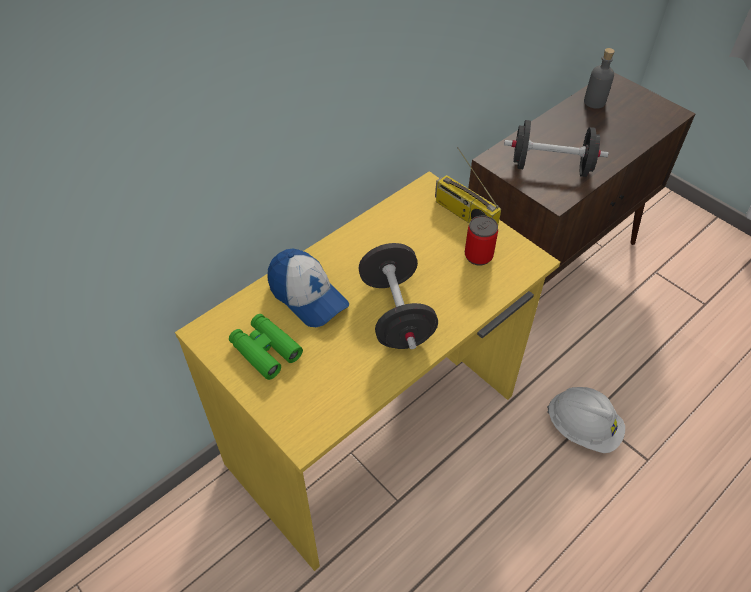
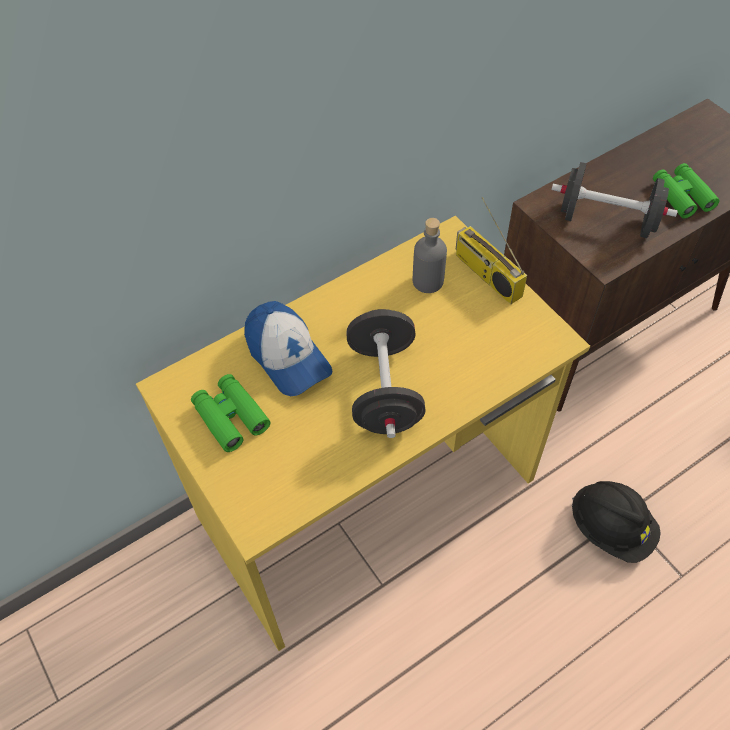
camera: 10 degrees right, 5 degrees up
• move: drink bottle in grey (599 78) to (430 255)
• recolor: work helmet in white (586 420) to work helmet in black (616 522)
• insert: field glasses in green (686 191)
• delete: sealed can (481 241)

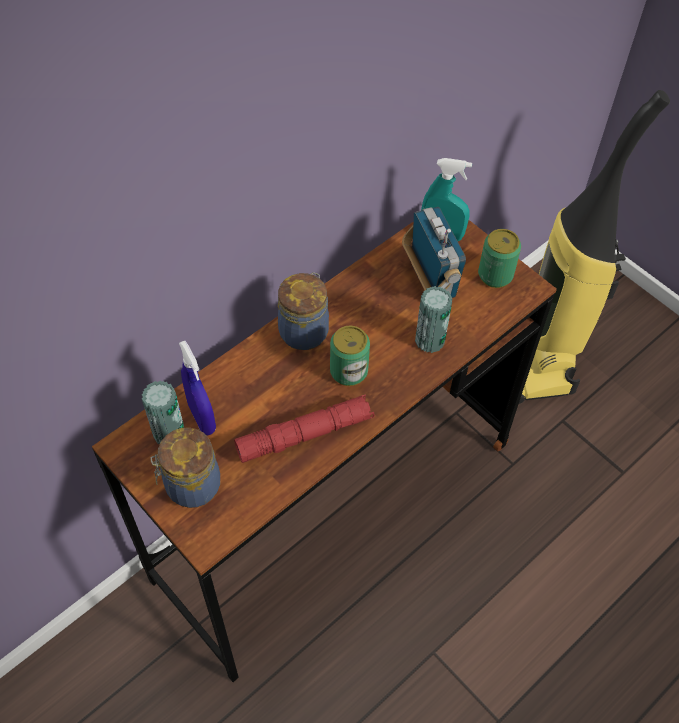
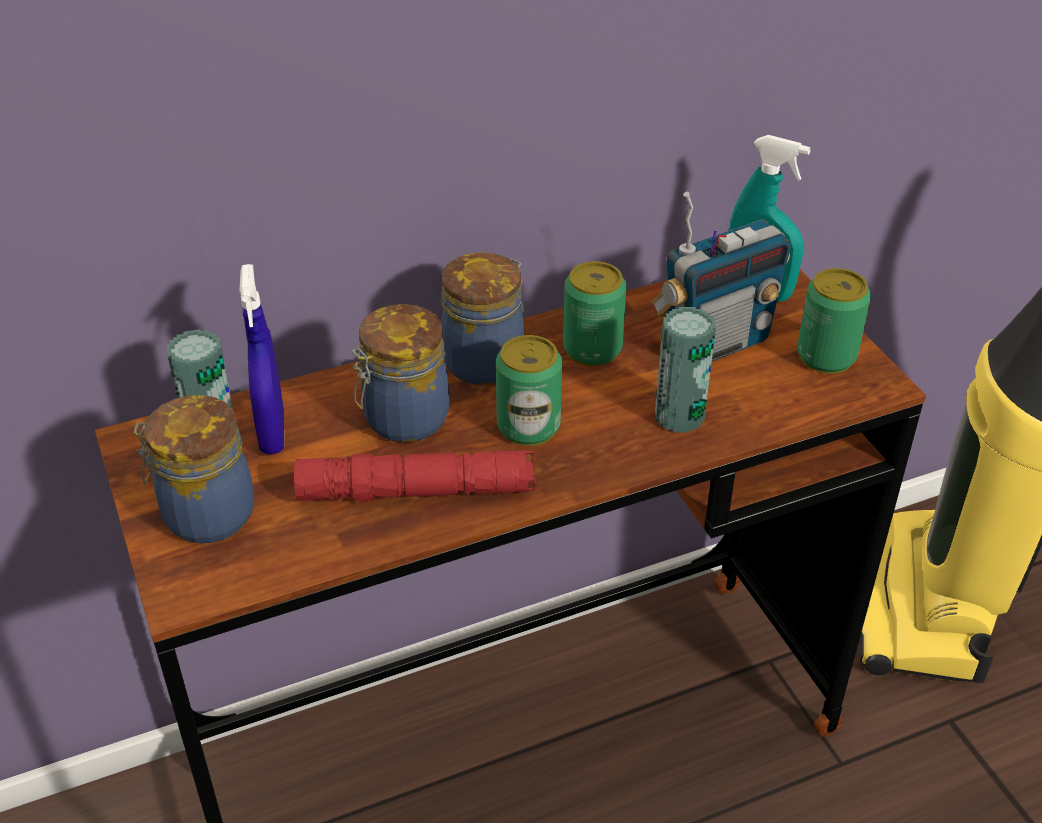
camera: 20 degrees right, 15 degrees down
• insert: preserve jar (400 373)
• insert: sealed can (595 313)
• rotate: radio (434 252) = (722 276) 60 degrees clockwise

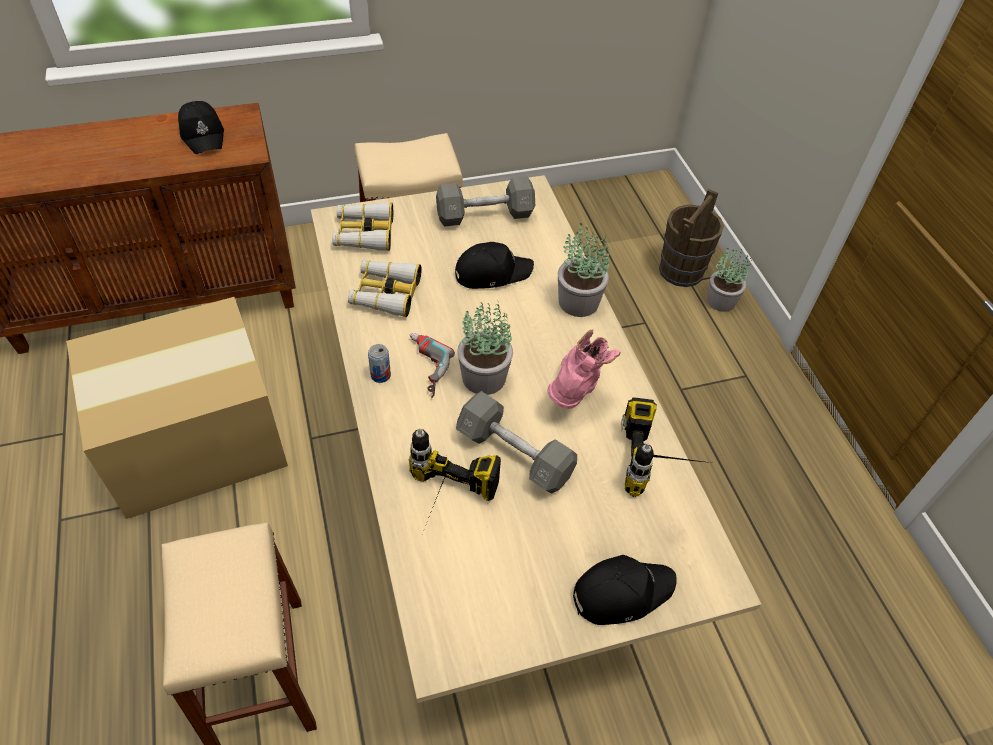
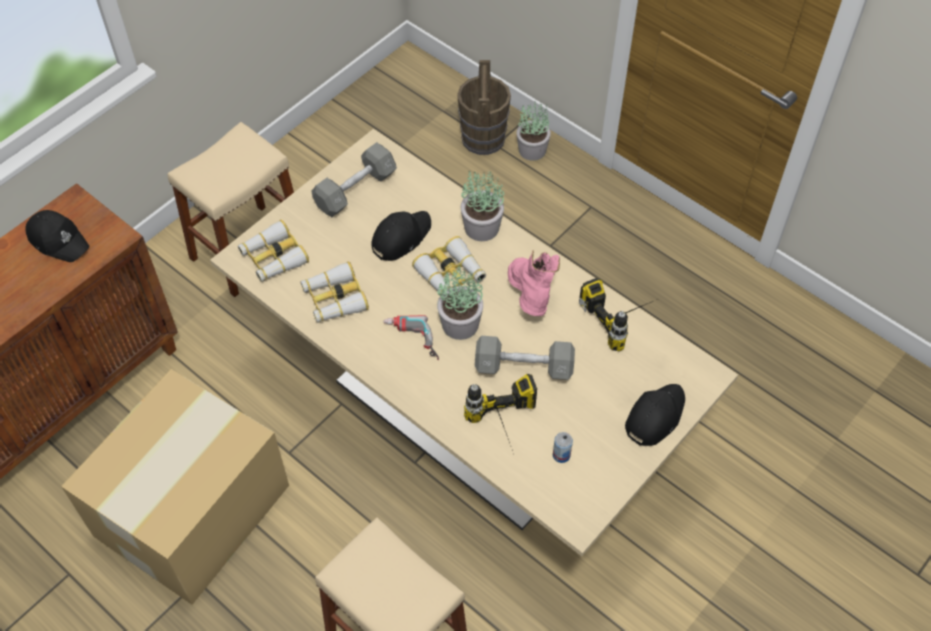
camera: 30 degrees left, 5 degrees up
• insert: field glasses (449 265)
• move: sealed can (379 363) to (563 447)

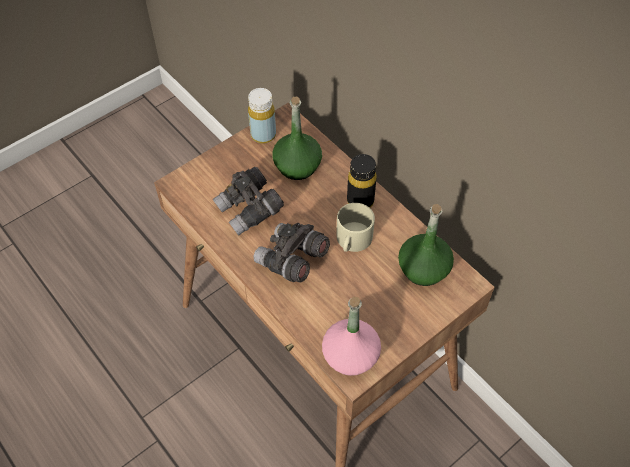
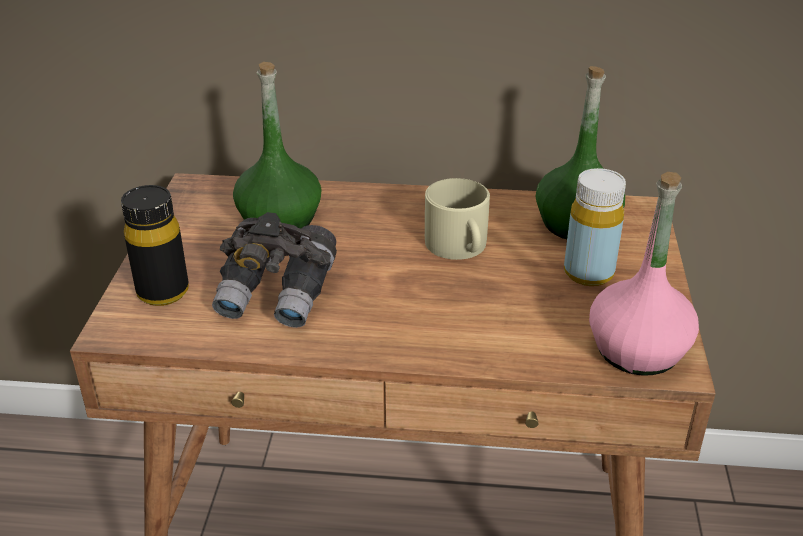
camera: 45 degrees left, 20 degrees down
• move: drink bottle in black (362 181) to (155 245)
• move: drink bottle in yellowish (262 116) to (595 227)
• delete: field glasses in grey (292 252)

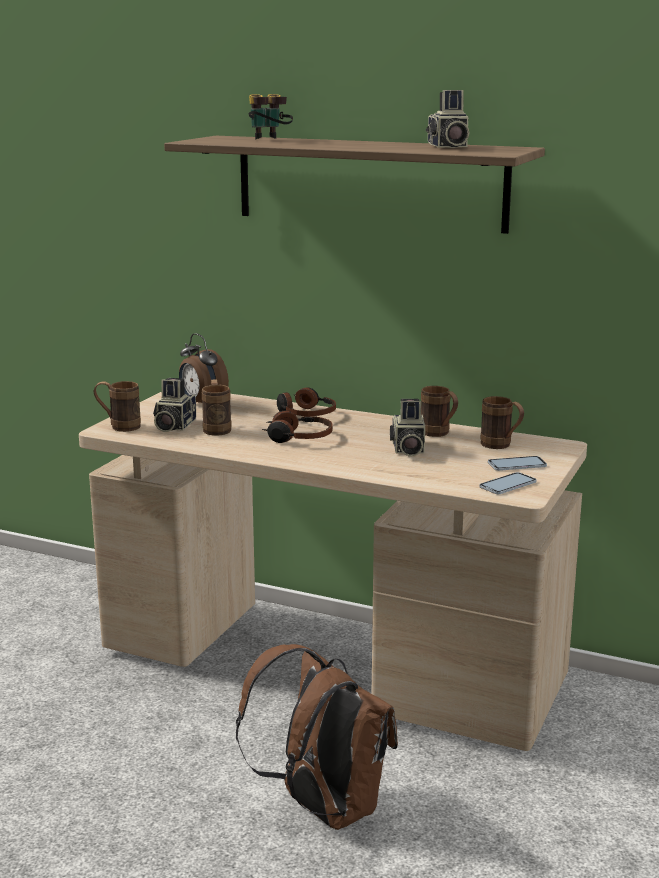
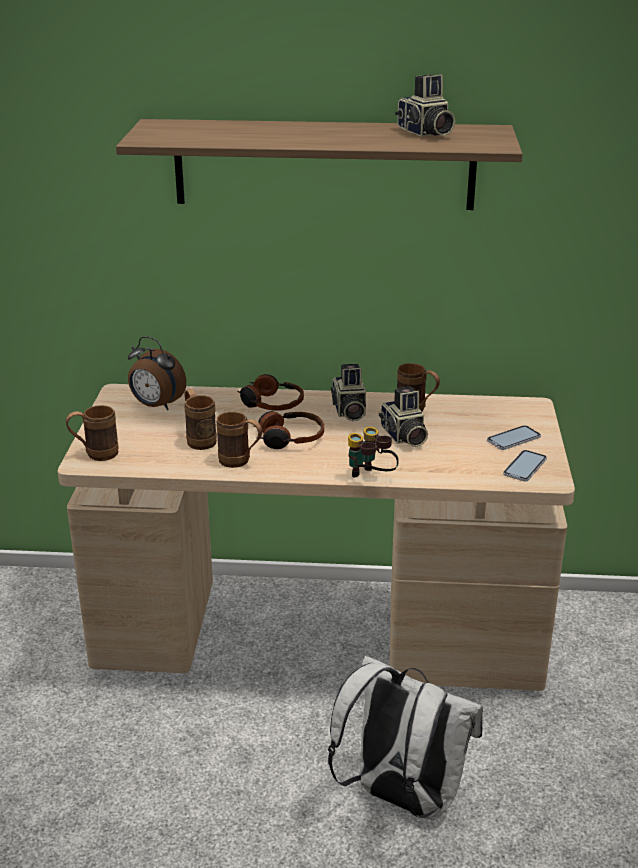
camera: 20 degrees left, 10 degrees up
• move: coffee mug in brown-coloured (502 422) to (239 439)
• recolor: backpack in brown-coloured (317 737) to backpack in white (405 738)
• move: still camera (174 405) to (348 392)
• move: field glasses (270 117) to (373 452)

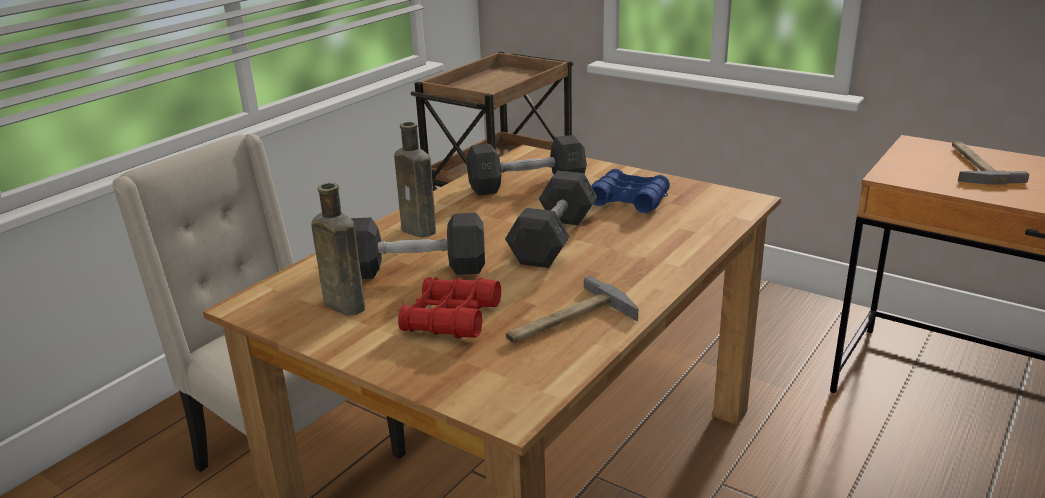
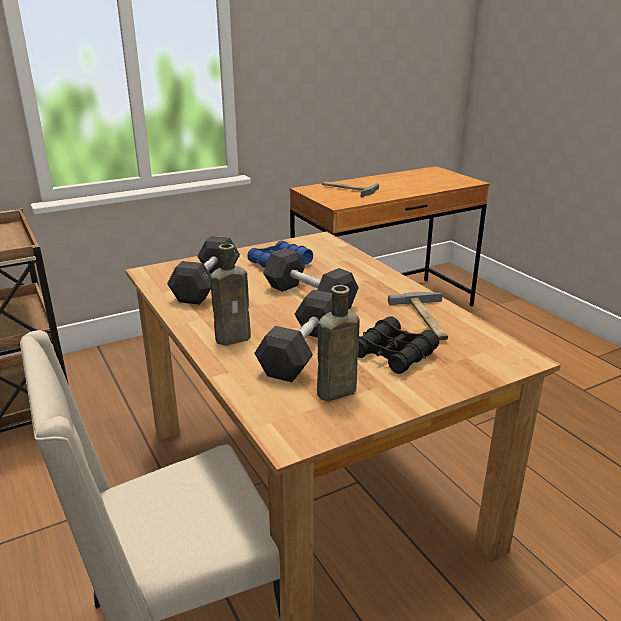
camera: 65 degrees left, 0 degrees up
• recolor: field glasses in red (449 308) to field glasses in black (398 345)

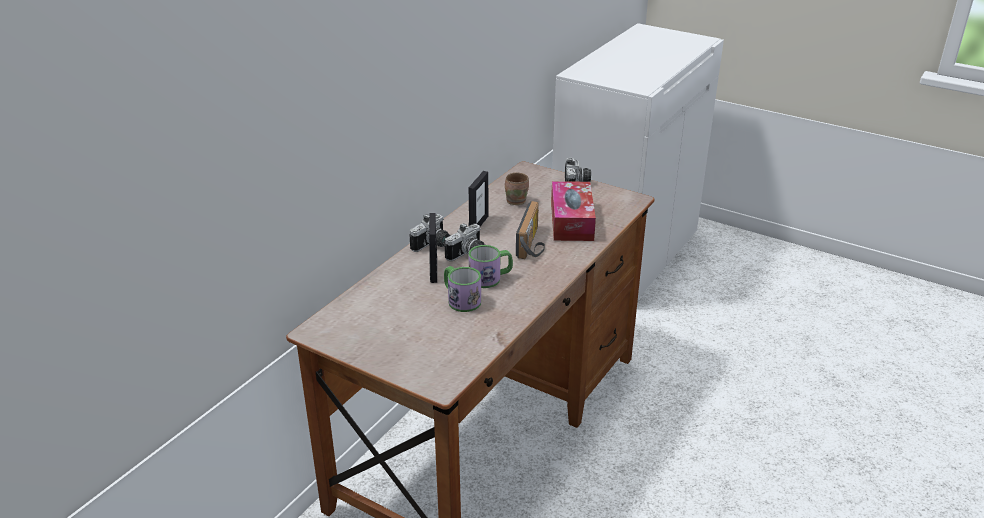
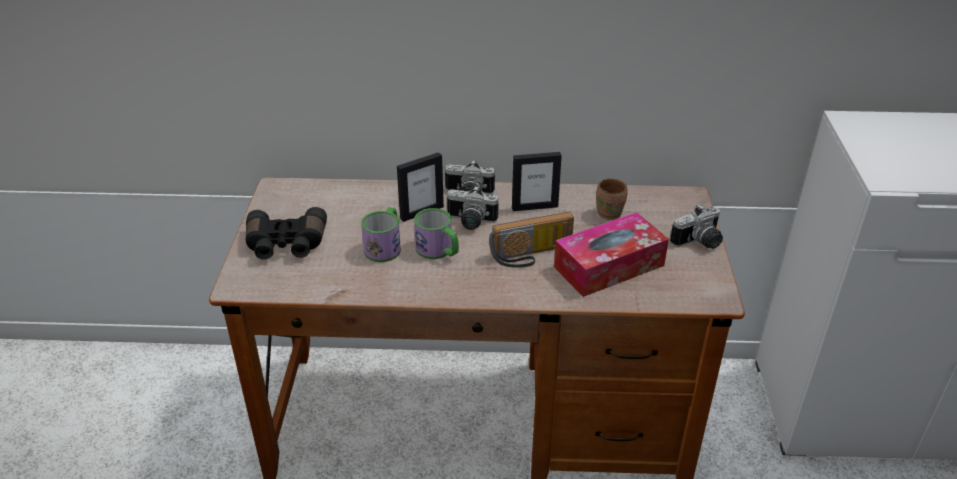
camera: 60 degrees right, 5 degrees up
• insert: field glasses in black (286 233)

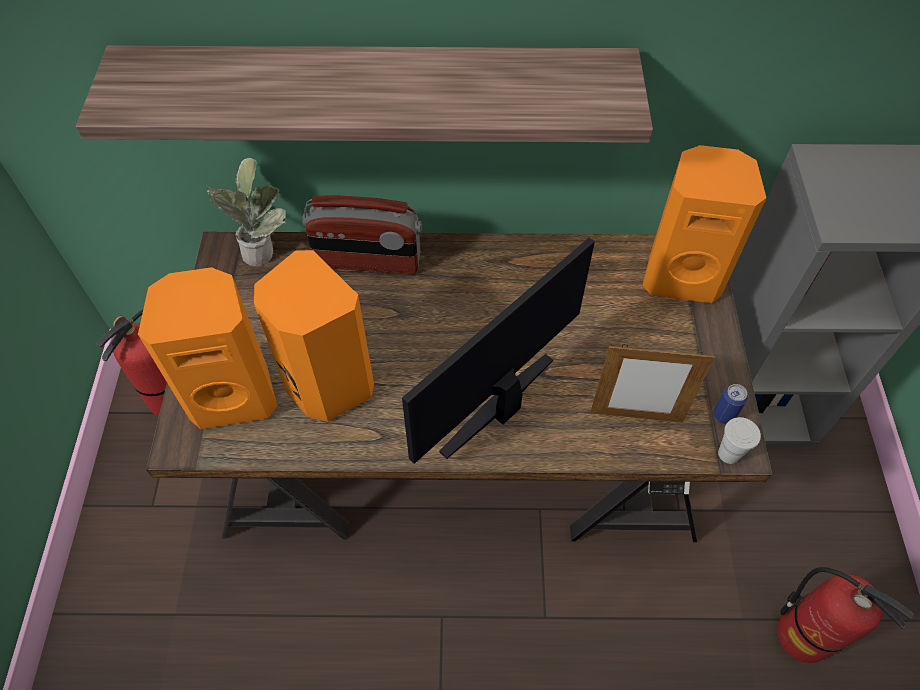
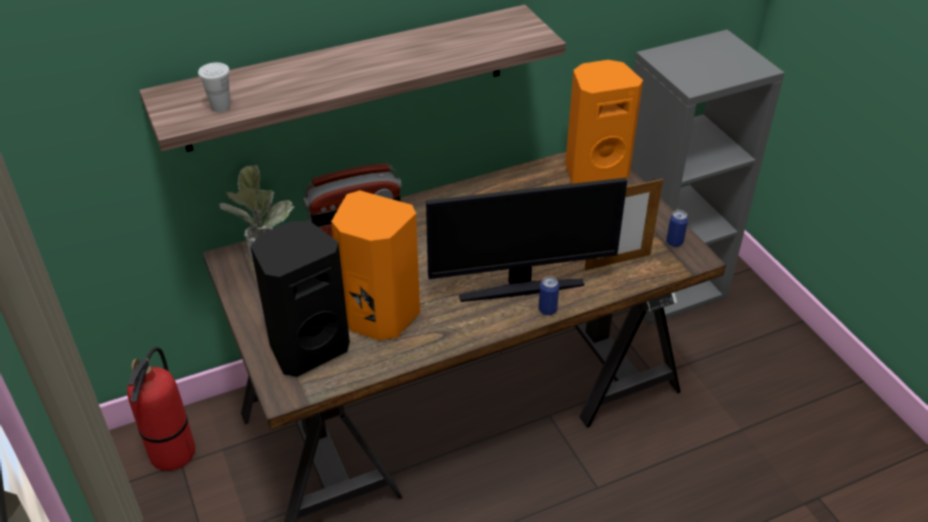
camera: 25 degrees left, 15 degrees down
• move: cup in white (739 440) to (214 87)
• recolor: speaker in orange-coloured (207 348) to speaker in black (300 299)
• rotate: computer screen (498 351) = (526 240) 120 degrees counterclockwise
• insert: sealed can (549 295)
• delete: extinguisher (845 615)

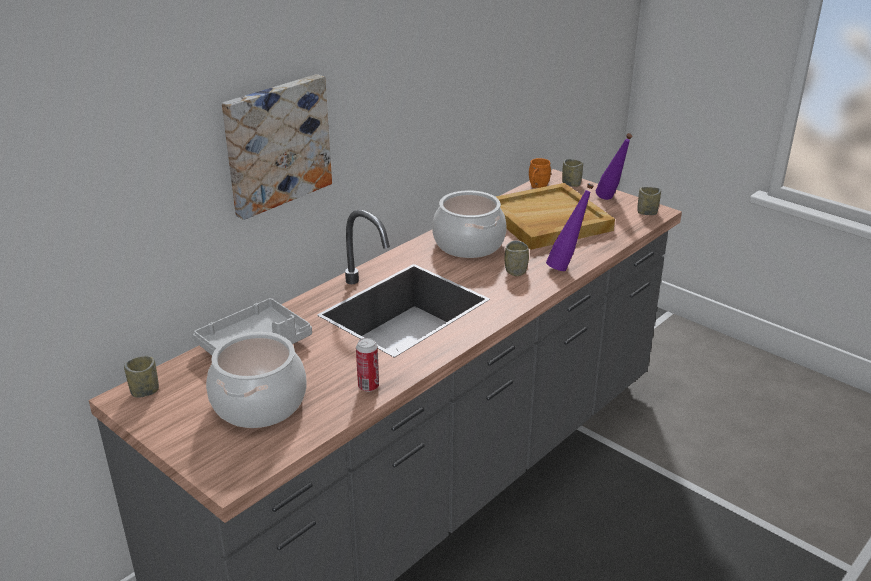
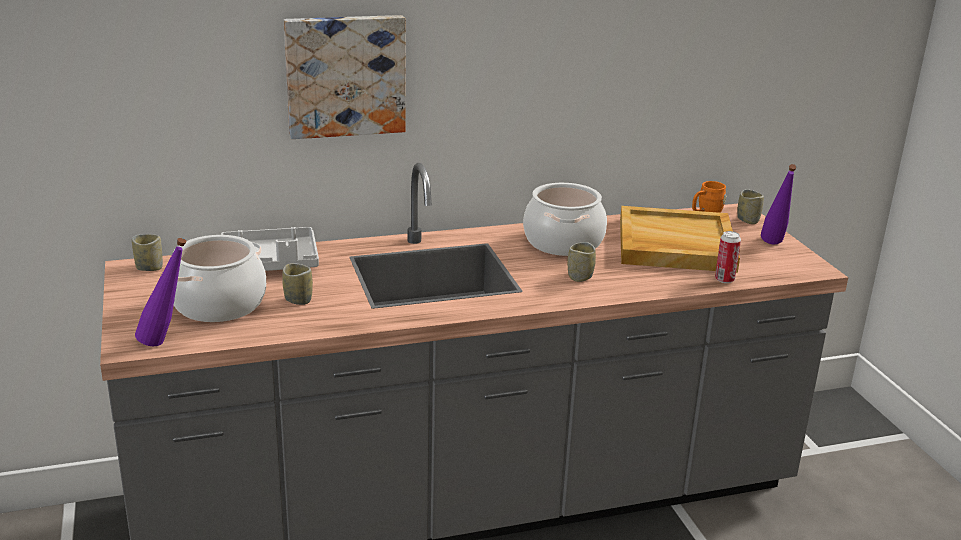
camera: 30 degrees right, 5 degrees down
• move: drink bottle in purplish (570 227) to (160 292)
• move: cup (649 201) to (297 284)
• move: sealed can (367 365) to (728 257)

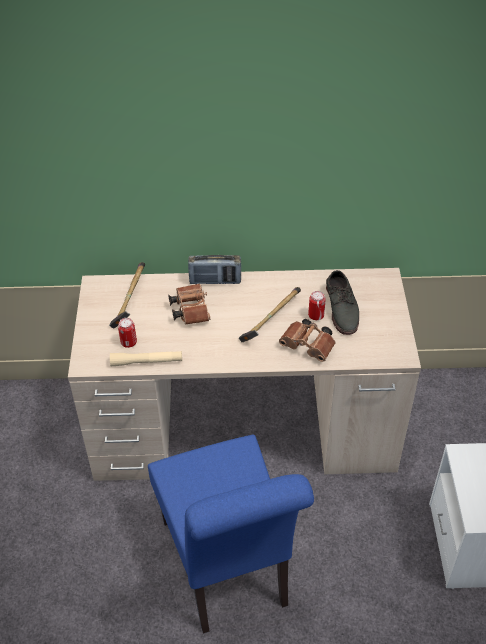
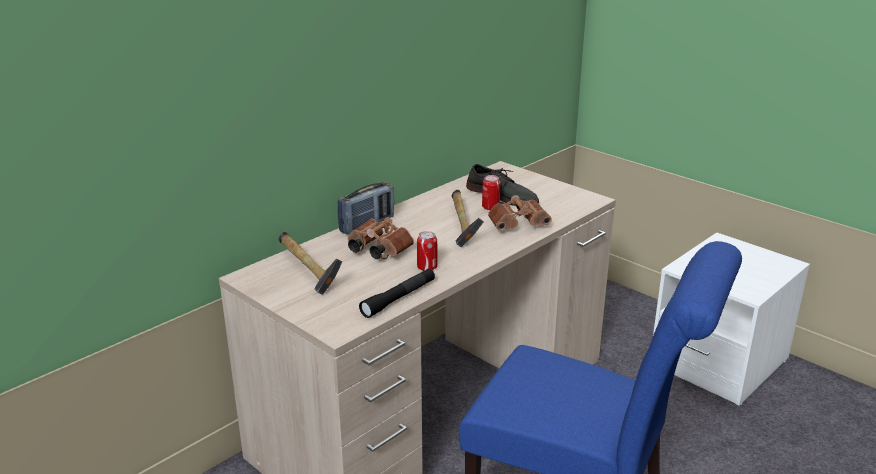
camera: 45 degrees left, 20 degrees down
• recolor: hand torch in beige-coloured (146 358) to hand torch in black (397 293)
• move: sealed can (127 333) to (427 251)

